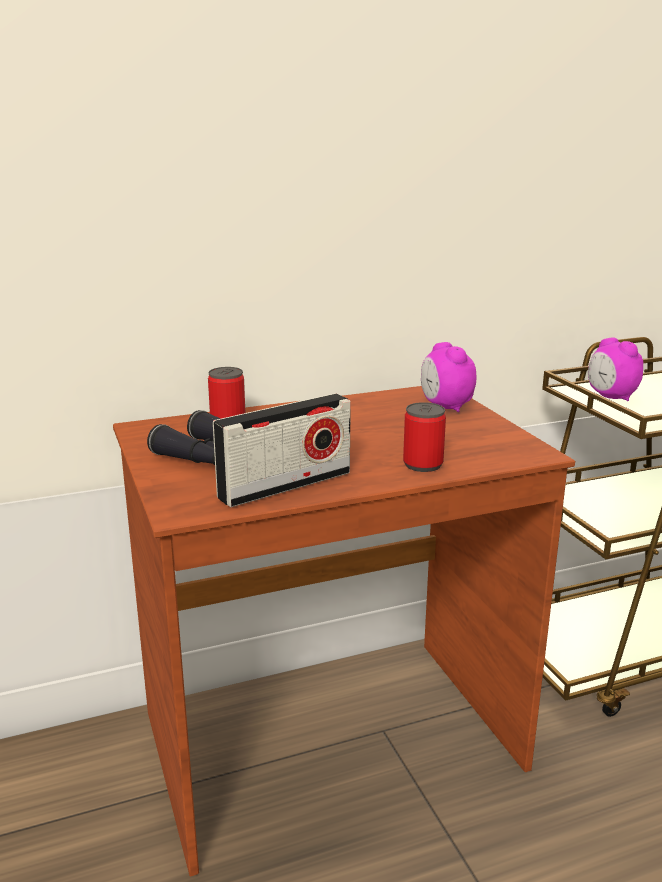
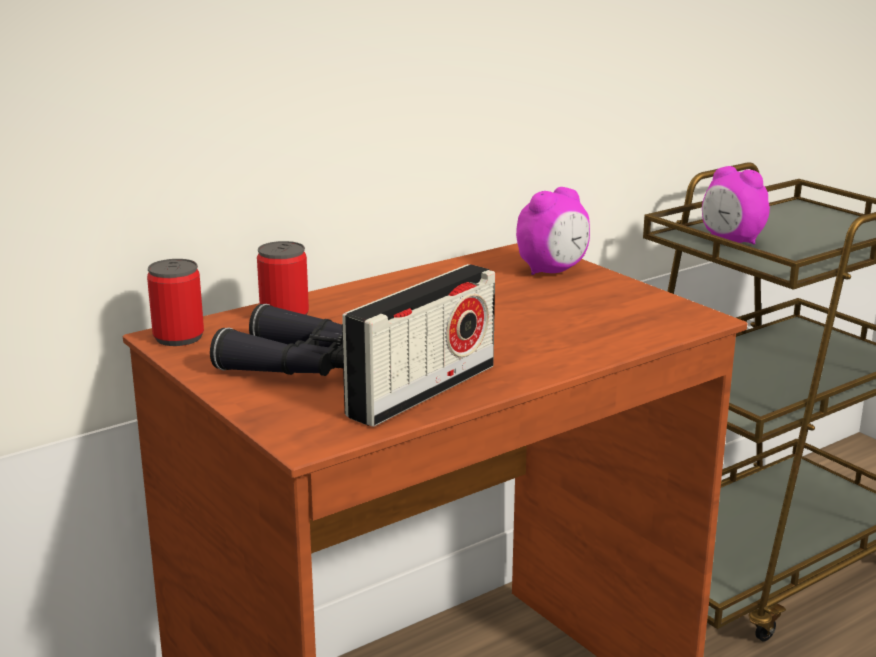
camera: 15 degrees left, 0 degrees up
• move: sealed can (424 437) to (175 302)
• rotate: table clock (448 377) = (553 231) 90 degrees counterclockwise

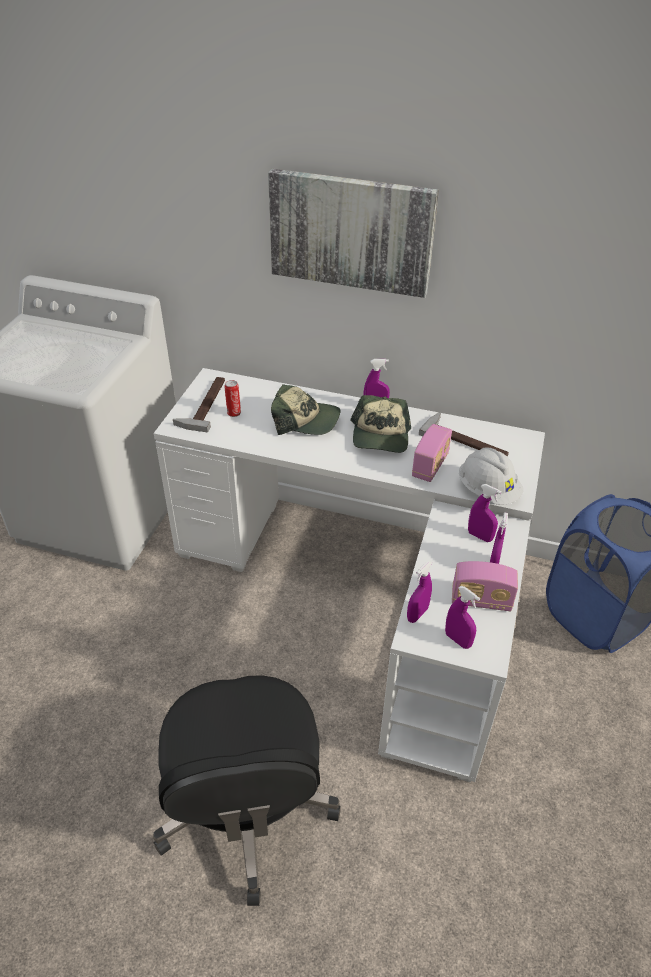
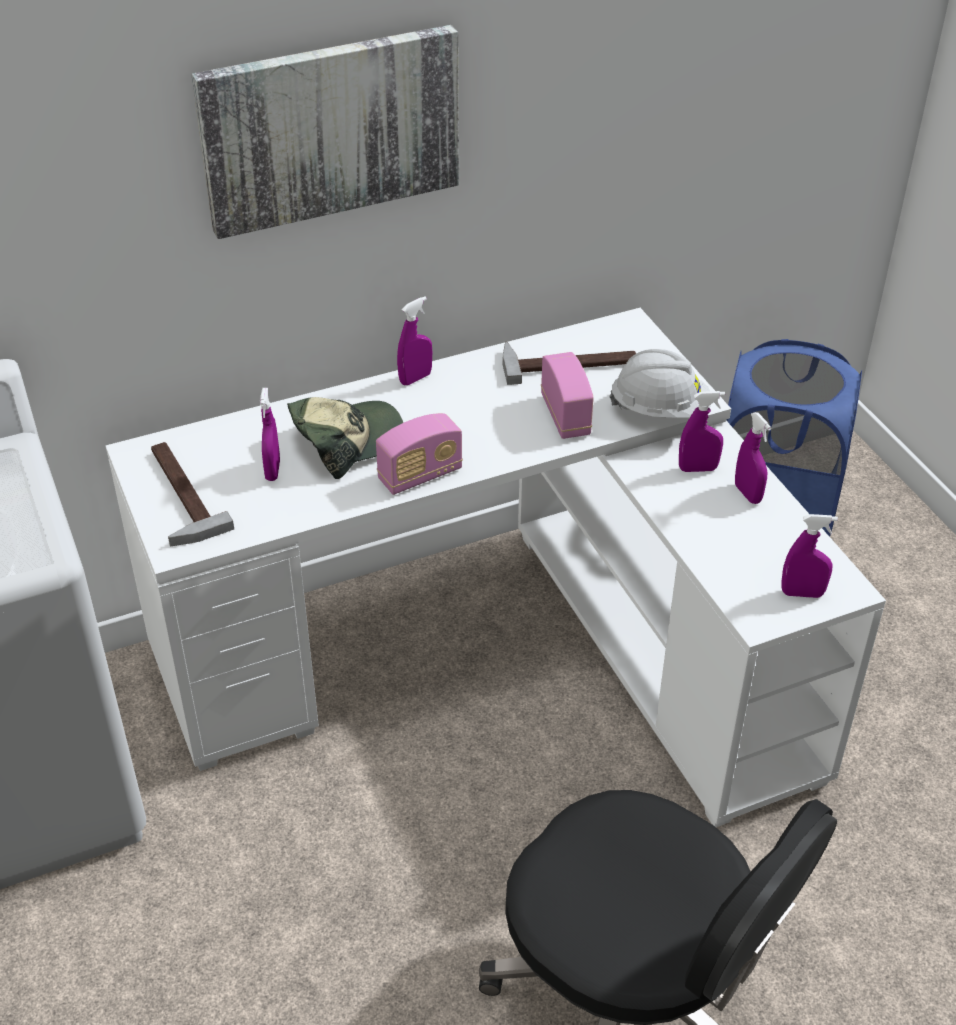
camera: 40 degrees left, 0 degrees up
• move: sprayer in purplish (419 591) to (270 434)
• move: radio (485 586) to (419 454)
• delete: sealed can (232 398)
• delete: baseball cap (381 424)

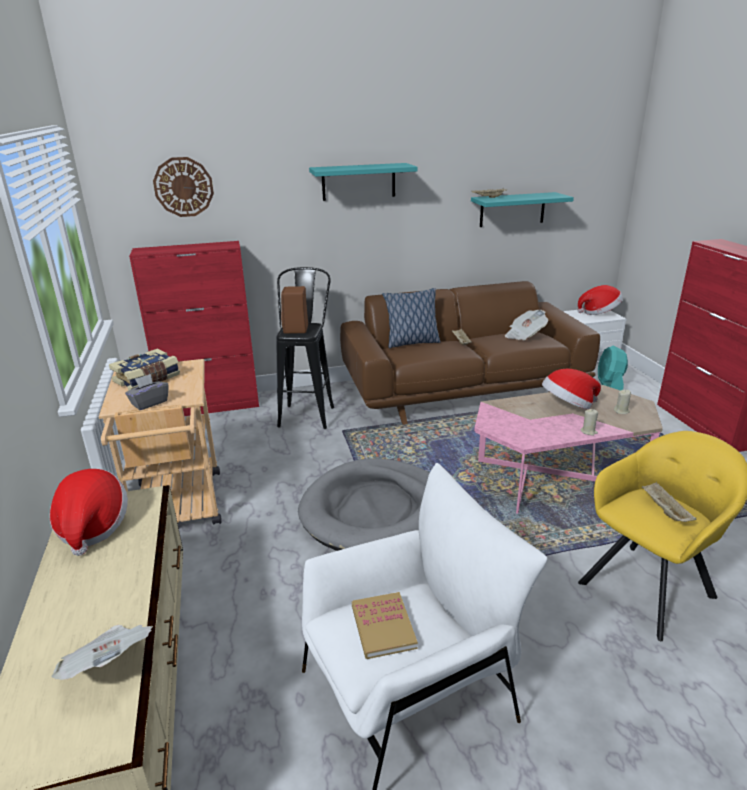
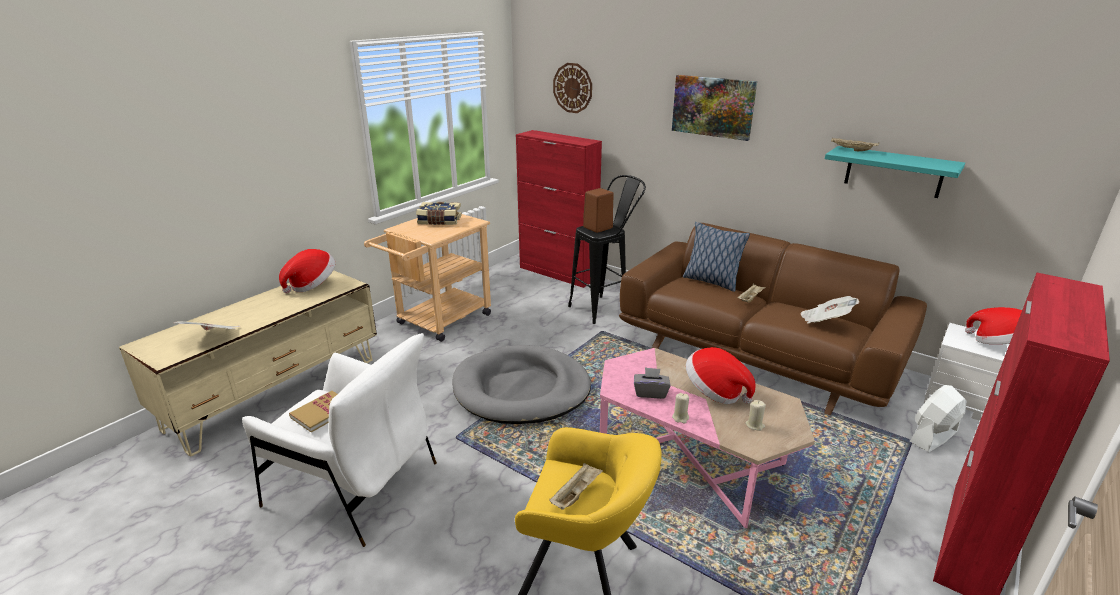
camera: 50 degrees right, 0 degrees up
• move: box of tissues in grey (147 392) to (652 383)
• replace: wall shelf in turquoise-coloured (363 182) to picture (714 108)
• recolor: fan in turquoise-coloured (613 368) to fan in white (937 418)

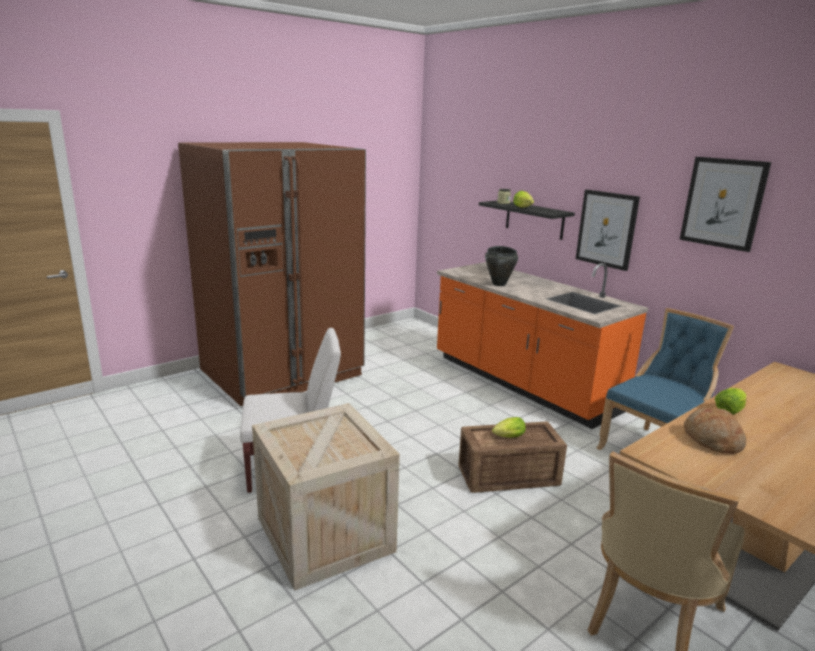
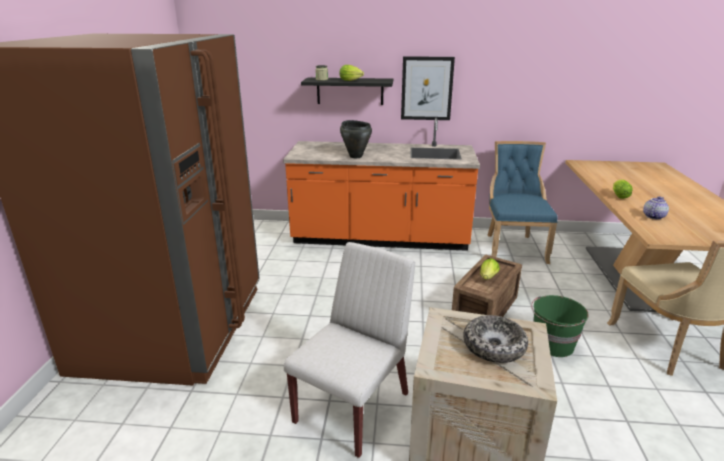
camera: 45 degrees left, 5 degrees up
• insert: bowl (495 339)
• insert: water bucket in green (560 326)
• replace: baked bread (715 430) to tea pot (656 207)
• delete: picture (725 204)

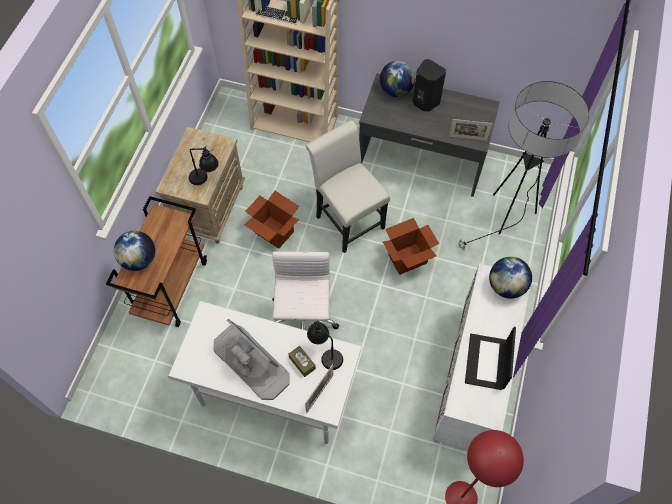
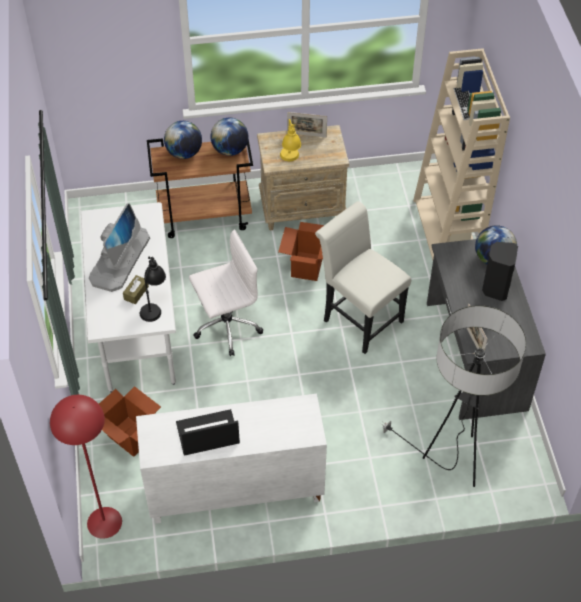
camera: 65 degrees right, 10 degrees down
• move: packing box (411 246) to (130 421)
• move: desk globe (510 278) to (229 137)
• recolor: lamp for a table in black (204 165) to lamp for a table in yellowish (290 140)
• move: standing frame (319 388) to (307 124)
• rotate: upright chair in white (347 186) = (363 277) 75 degrees counterclockwise

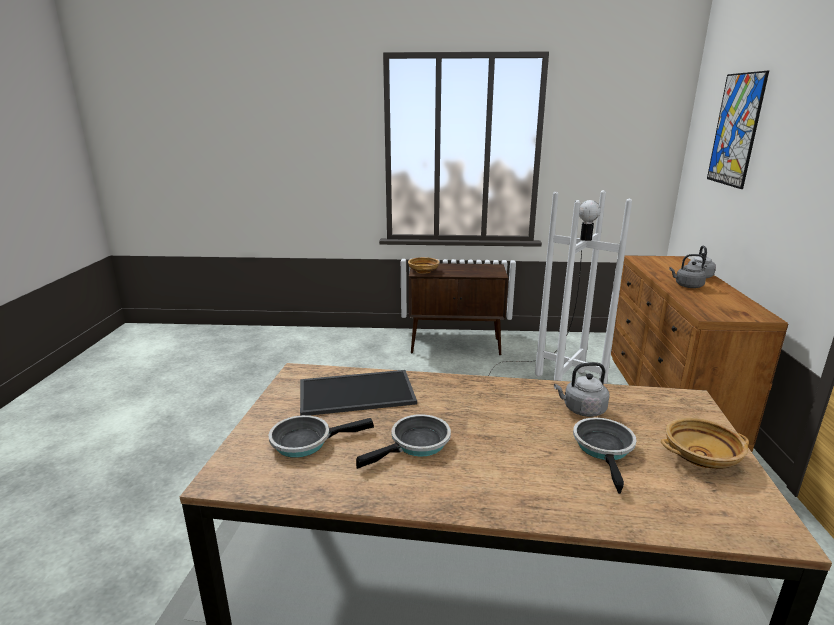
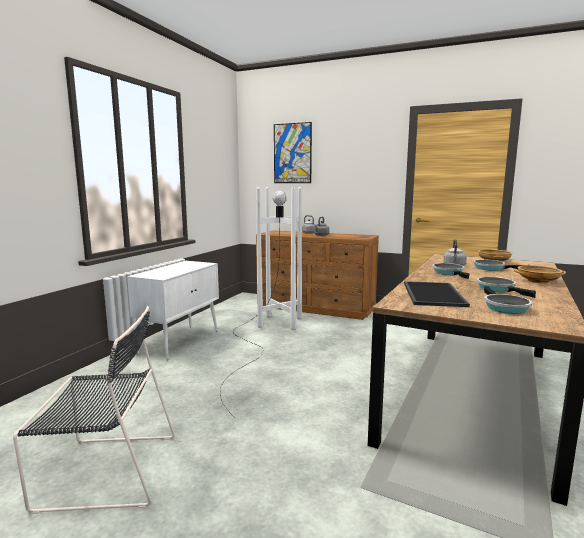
camera: 70 degrees left, 10 degrees down
• insert: upright chair in black (94 410)
• recolor: cabinet in brown-coloured (458 309) to cabinet in white (173 310)
• insert: skillet (451 271)
• move: bowl in beige-coloured (423 265) to (540 274)

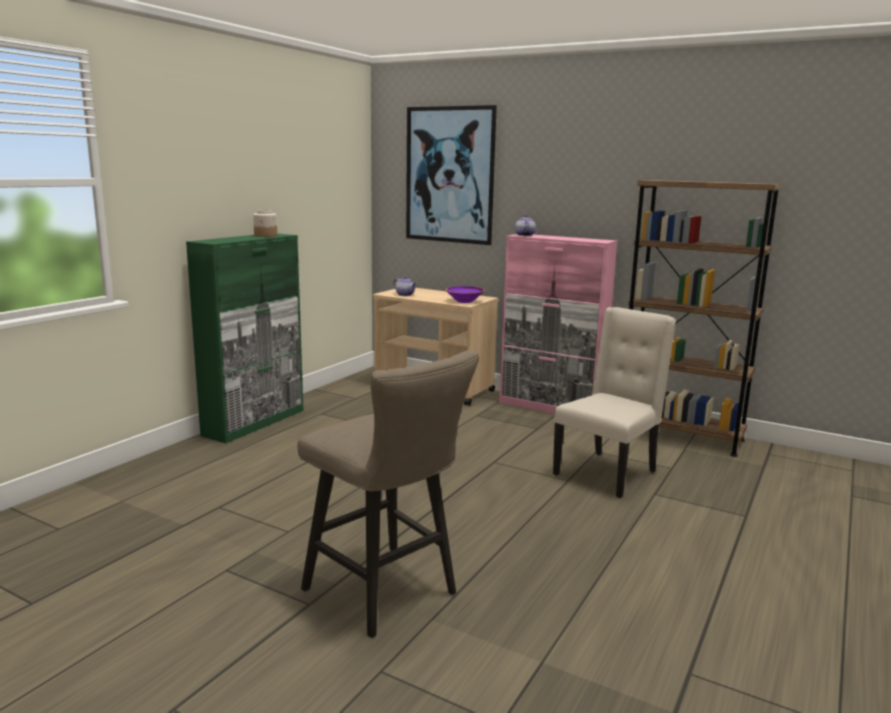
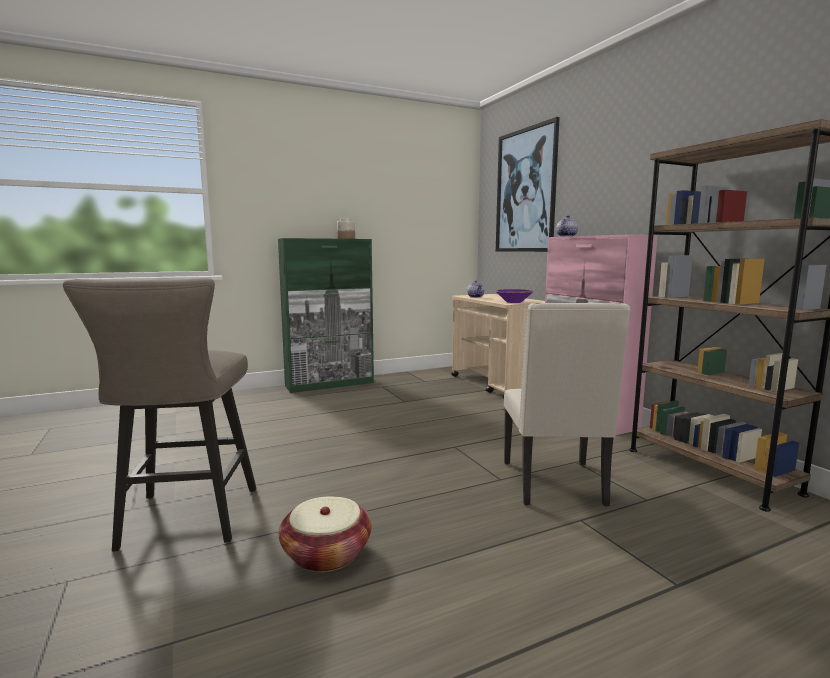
camera: 35 degrees right, 5 degrees down
• insert: basket (325 534)
• rotate: upright chair in beige-coloured (614 402) = (567 405) 105 degrees clockwise

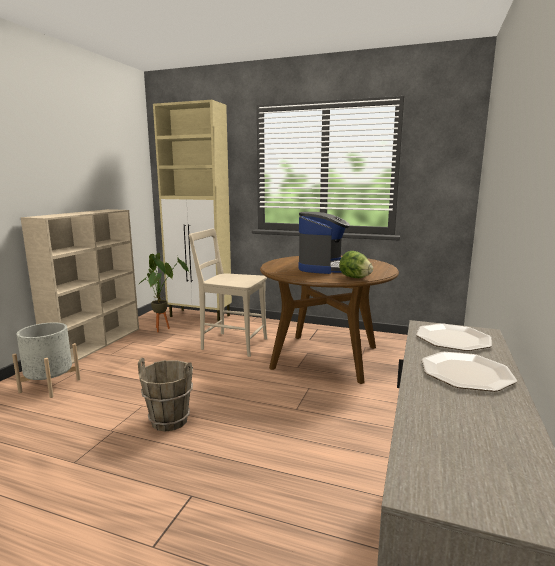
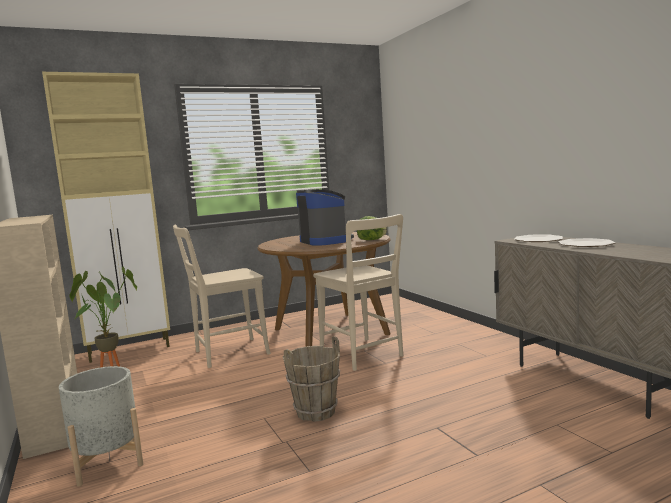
camera: 45 degrees left, 5 degrees down
• insert: upright chair in beige-coloured (358 292)

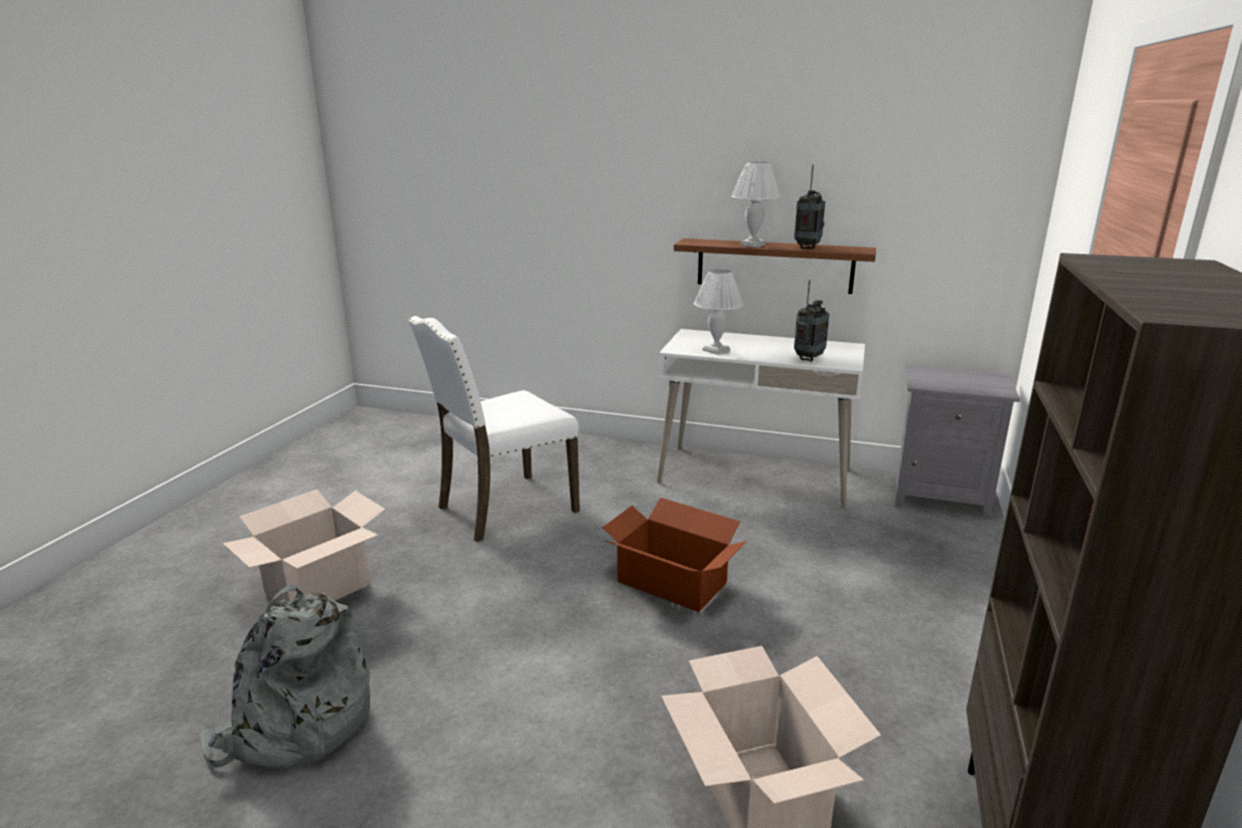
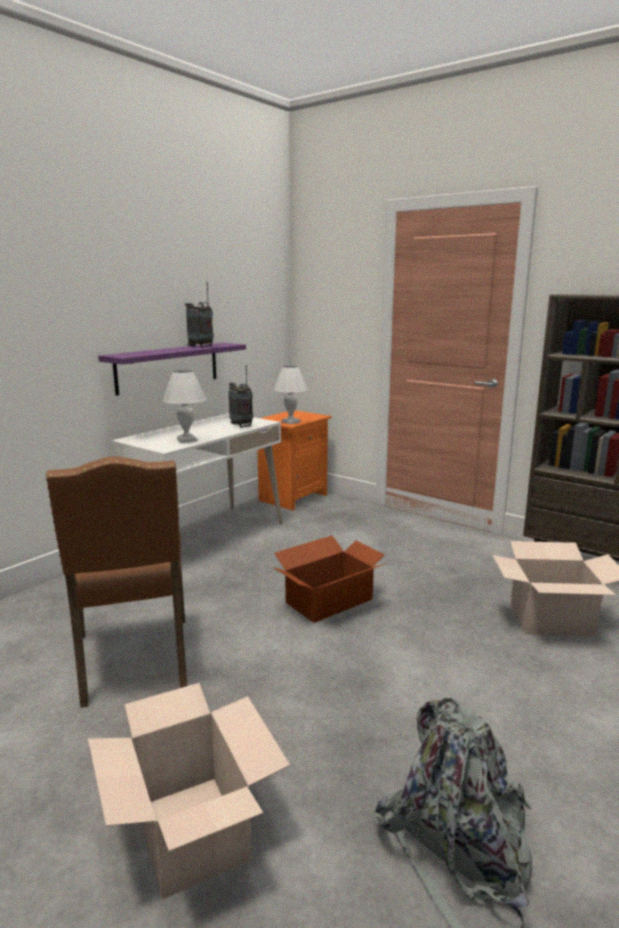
camera: 70 degrees left, 5 degrees down
• recolor: upright chair in white (494 429) to upright chair in brown-coloured (116 582)
• recolor: wall shelf in brown-coloured (775 266) to wall shelf in purplish (172 369)
• recolor: bedside table in grey (957 441) to bedside table in orange-coloured (294 460)
• move: lamp for a table in white (756 205) to (291 395)

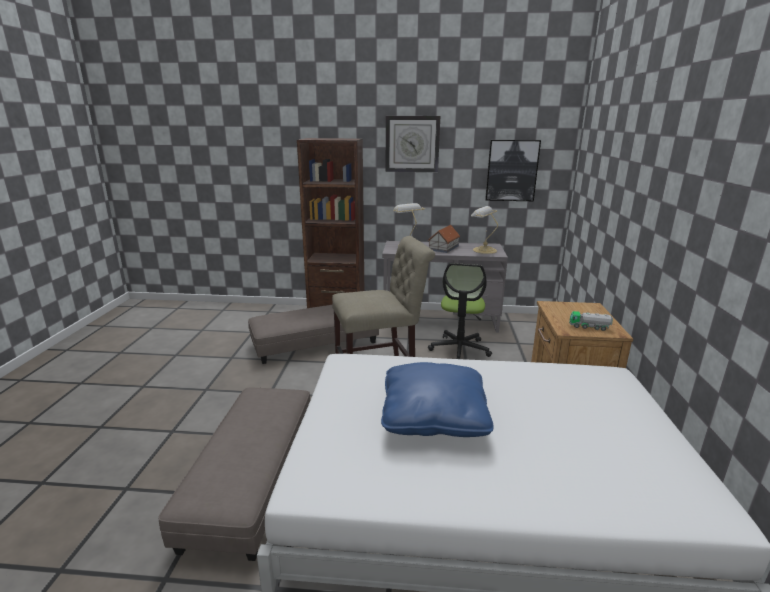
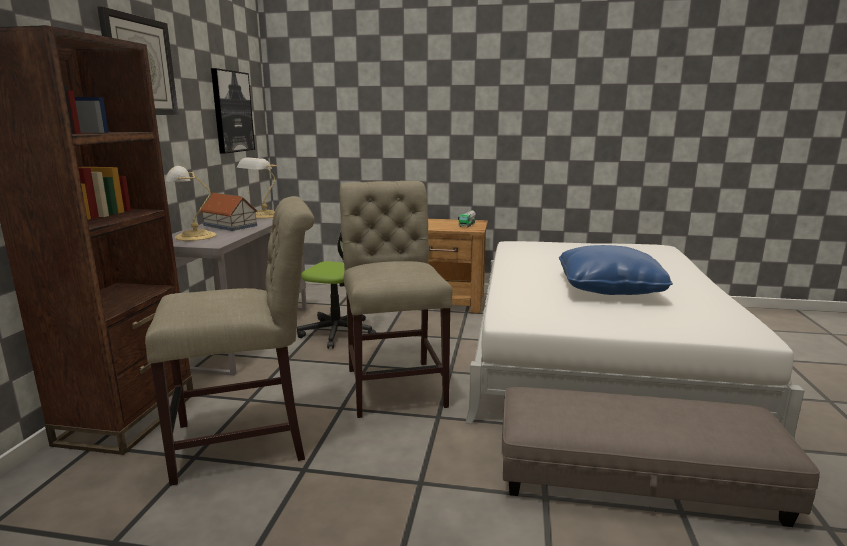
camera: 85 degrees left, 5 degrees down
• replace: ottoman in grey (313 334) to upright chair in beige-coloured (230 341)

